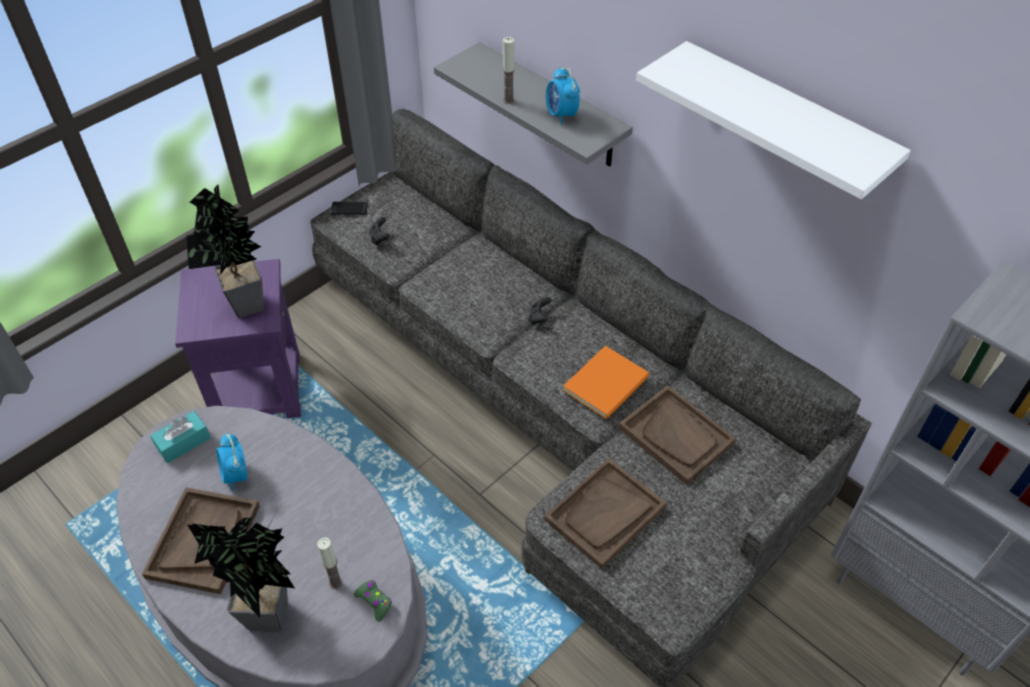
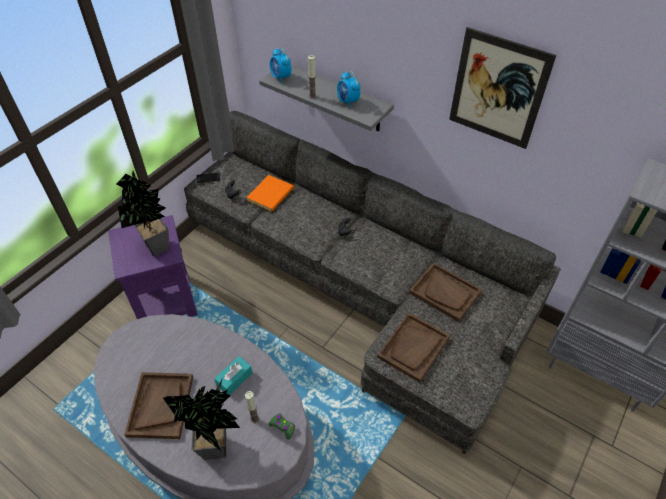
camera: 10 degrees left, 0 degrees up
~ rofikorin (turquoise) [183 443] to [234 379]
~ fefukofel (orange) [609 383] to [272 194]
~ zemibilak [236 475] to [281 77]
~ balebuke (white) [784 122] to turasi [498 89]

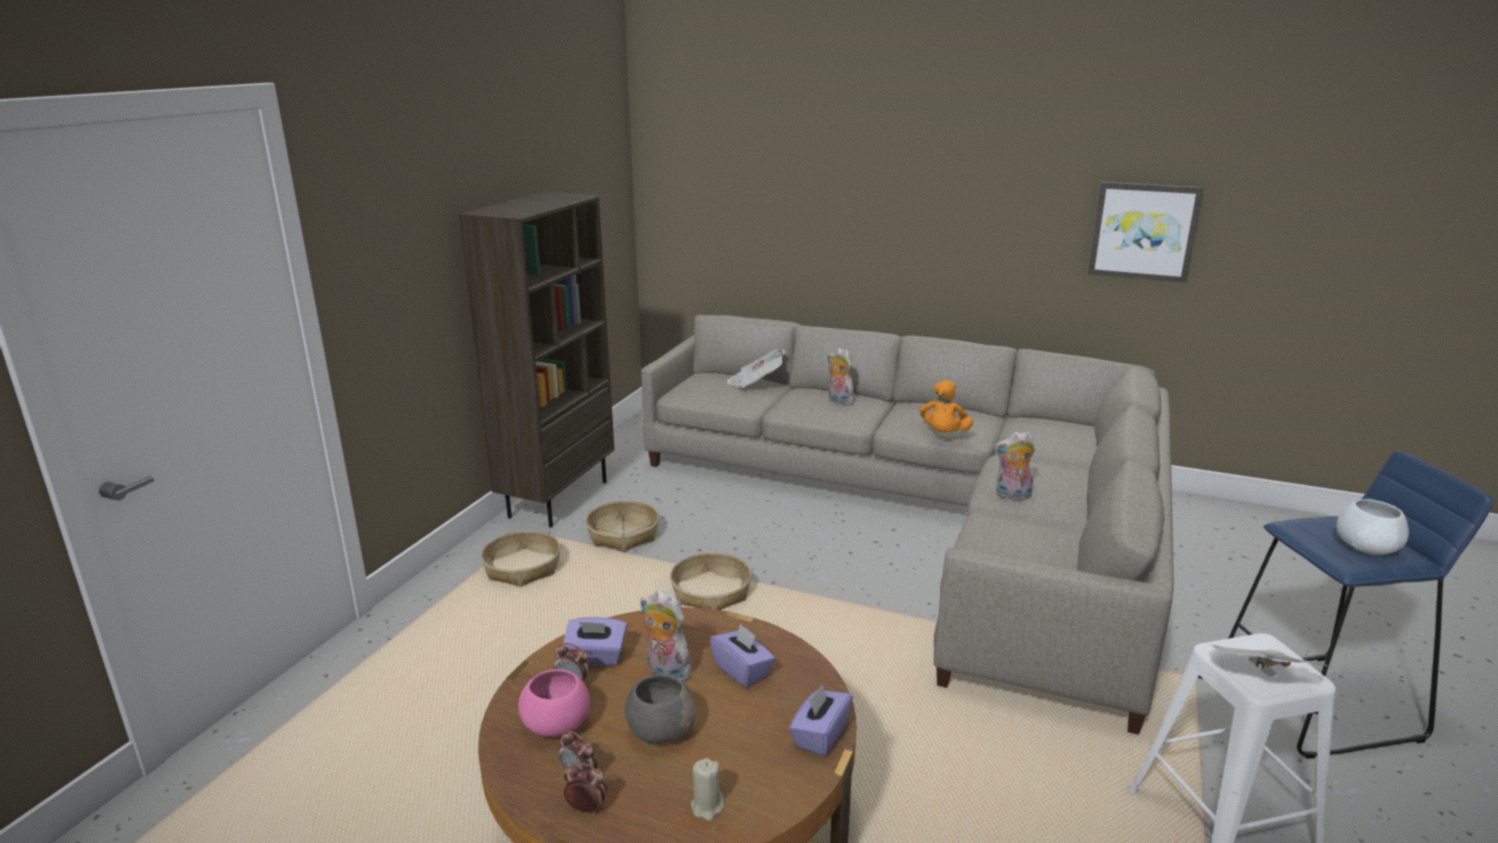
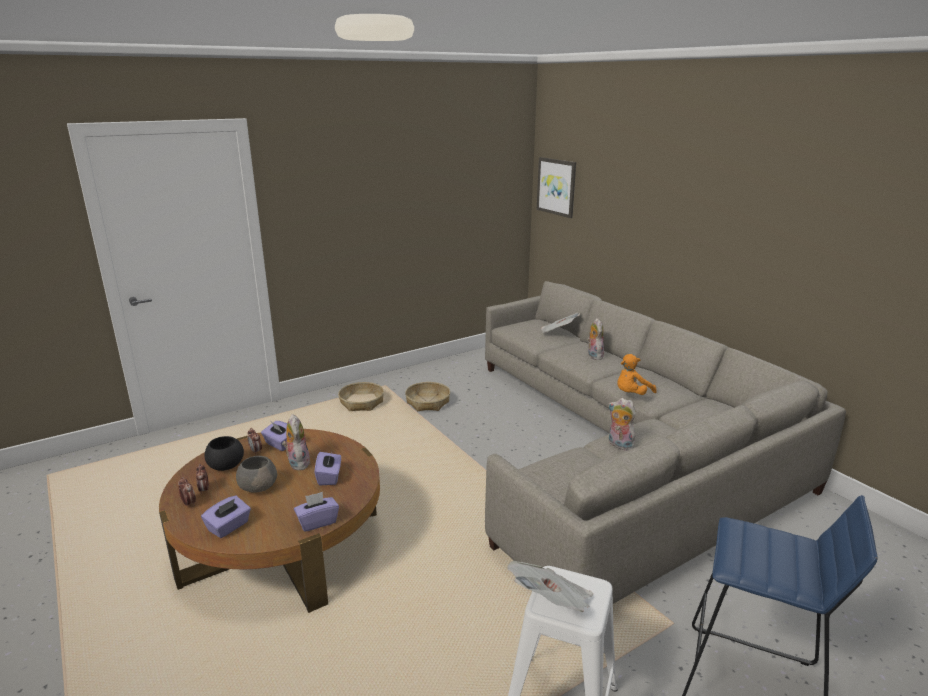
camera: 35 degrees right, 0 degrees up
~ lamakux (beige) [707 807] to rofikorin (purple) [229 527]
~ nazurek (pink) [557 725] to nazurek (black) [226 466]
~ turasi [1143 231] to [556 187]
- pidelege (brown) [558 498]
- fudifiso [711 592]
- nazurek (white) [1367 547]

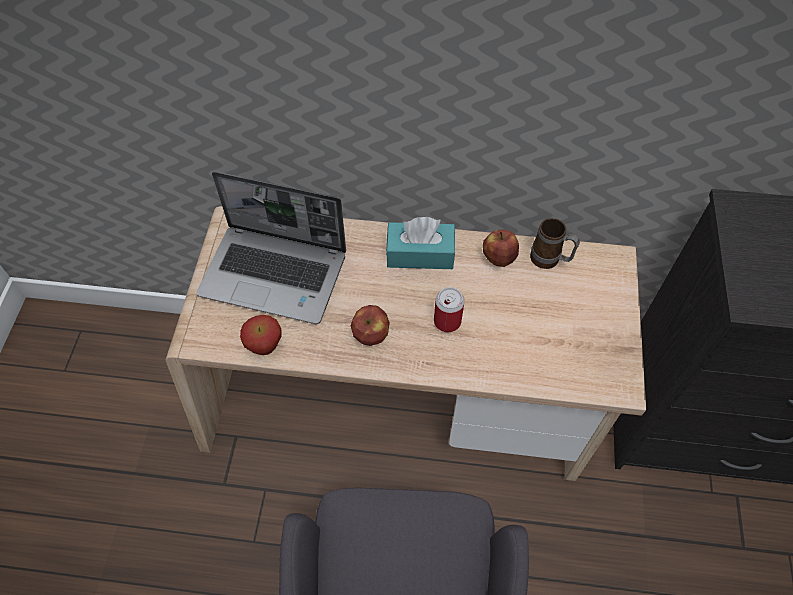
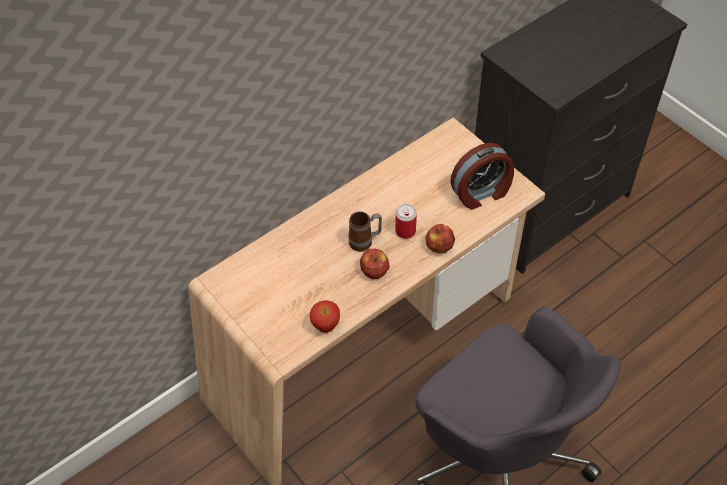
camera: 45 degrees left, 5 degrees down
~ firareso [550 260] to [365 242]
~ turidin [498 258] to [439 247]
+ zemibilak [481 193]
- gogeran [276 274]
- rofikorin (turquoise) [420 254]

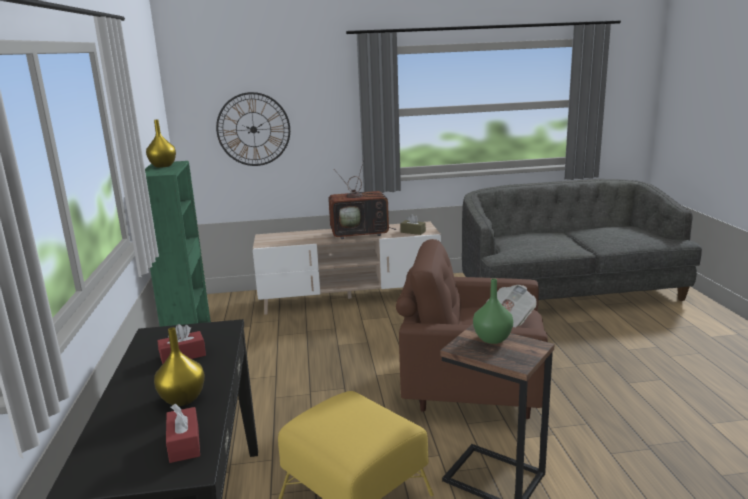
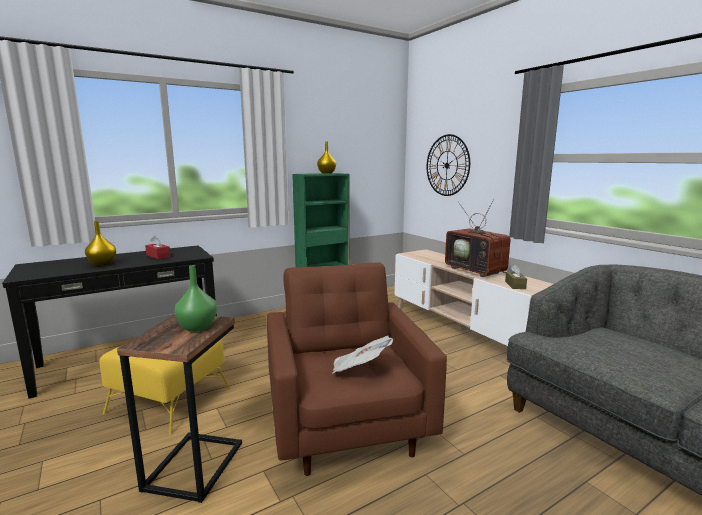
camera: 65 degrees right, 5 degrees down
- rofikorin (red) [184 443]

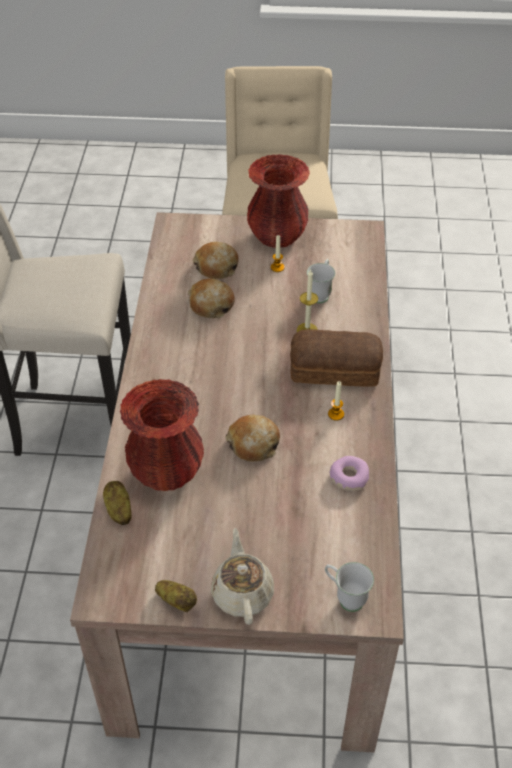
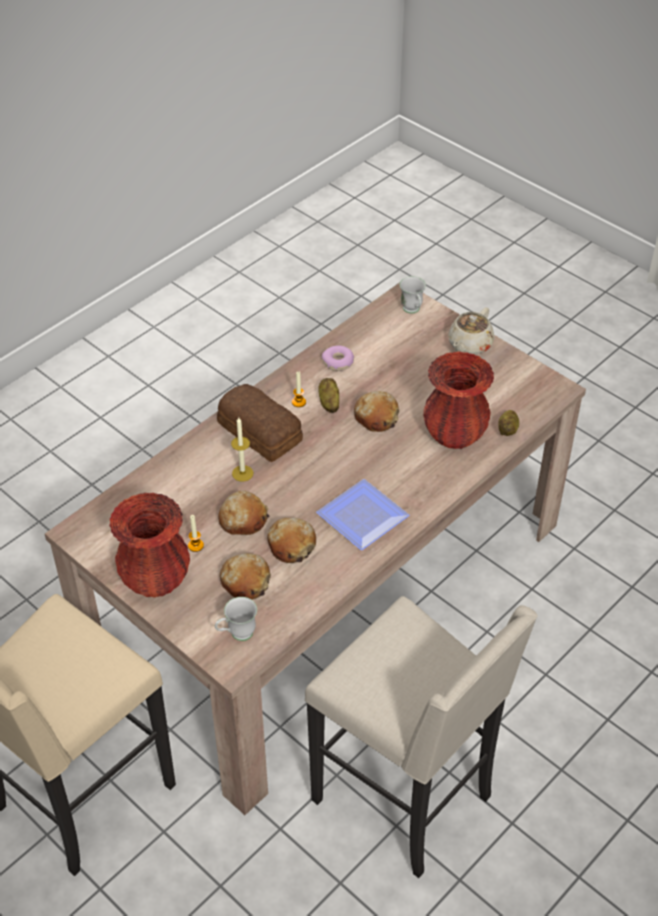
camera: 140 degrees left, 0 degrees up
~ firareso (white) [320 293] to [237 635]
+ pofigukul [243 519]
+ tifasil [366 517]
~ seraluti [177 601] to [328 402]

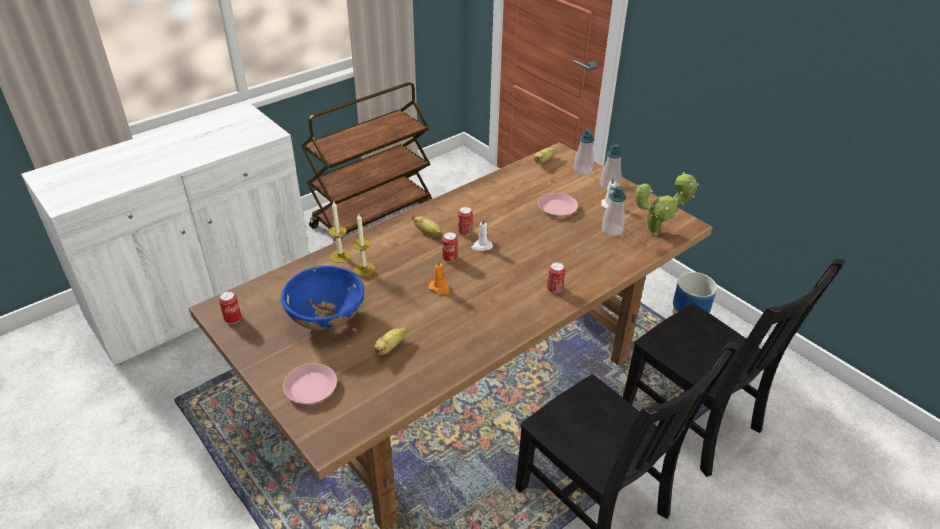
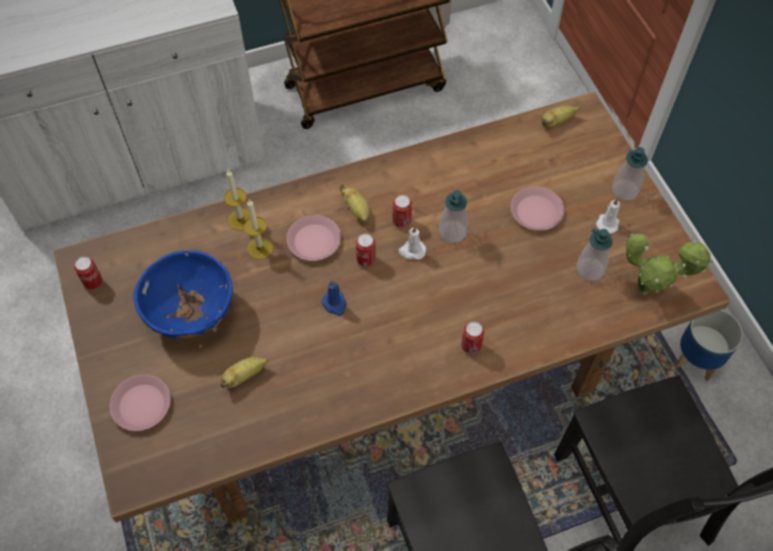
camera: 20 degrees right, 20 degrees up
+ tifasil (pink) [314 241]
~ lamakux (orange) [440 288] to lamakux (blue) [335 304]
~ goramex [582 170] to [452 232]

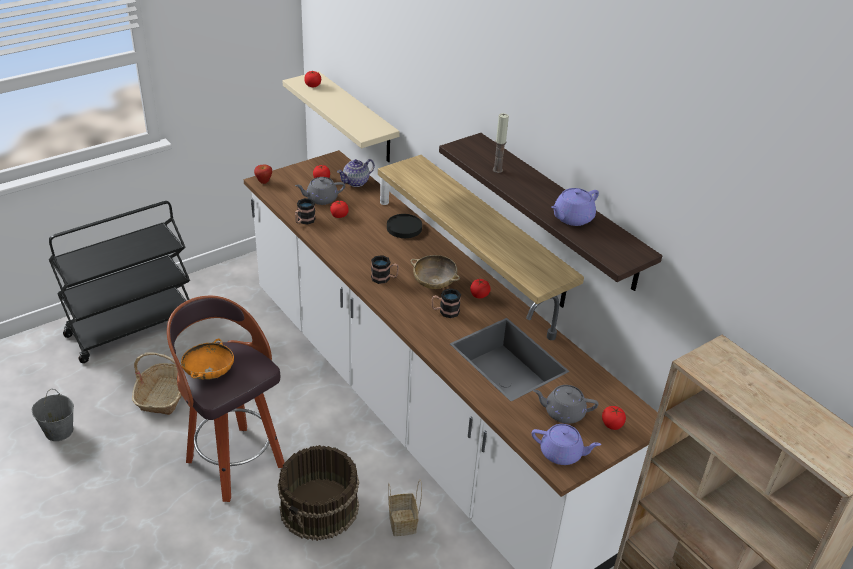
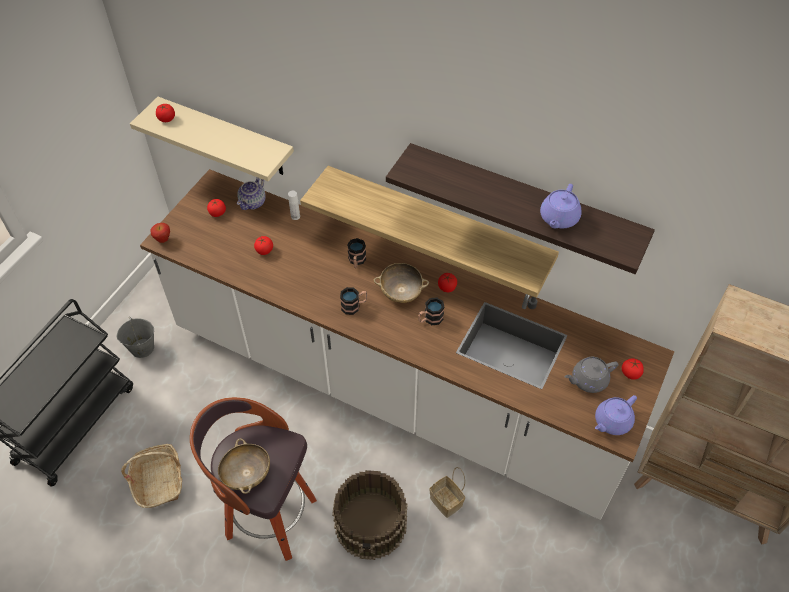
camera: 25 degrees left, 15 degrees up
~ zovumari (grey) [58 431] to [142 348]
~ nazurek (orange) [209 372] to nazurek (beige) [246 474]
~ firareso [304 221] to [356 261]
~ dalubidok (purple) [562 453] = [612 422] 150 degrees clockwise
- dalubidok (grey) [321 199]
- tifasil (black) [404 228]
- lamakux [497 170]

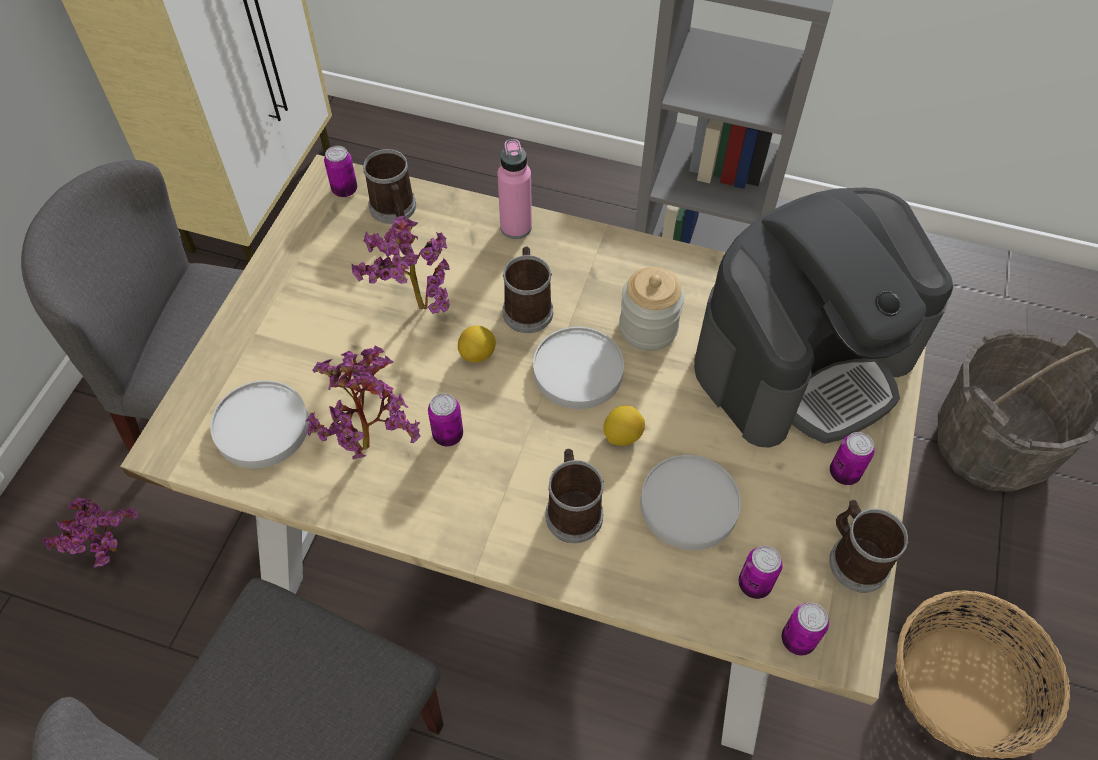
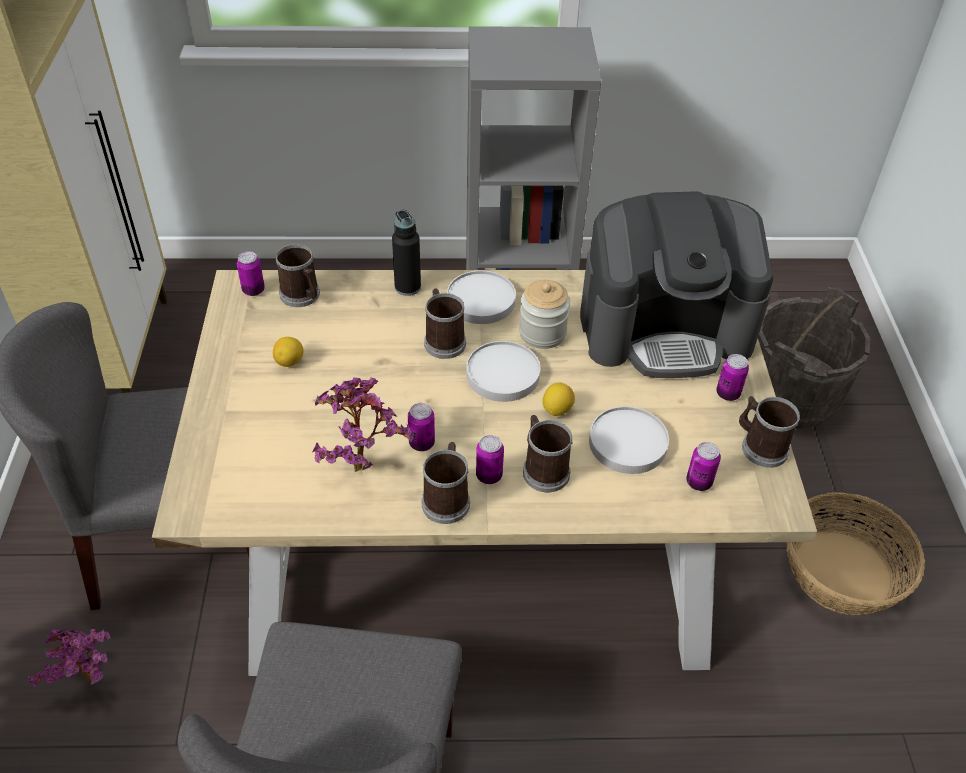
camera: 20 degrees left, 10 degrees down
~ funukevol [477 354] to [290 362]
~ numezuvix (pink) [516 227] to numezuvix (black) [407 287]
+ firareso [447 499]
~ tifasil (white) [262 426] to [480 300]
~ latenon [797 640] to [489 476]
~ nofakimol [803 360] = [665 328] 45 degrees clockwise
- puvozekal [414 307]

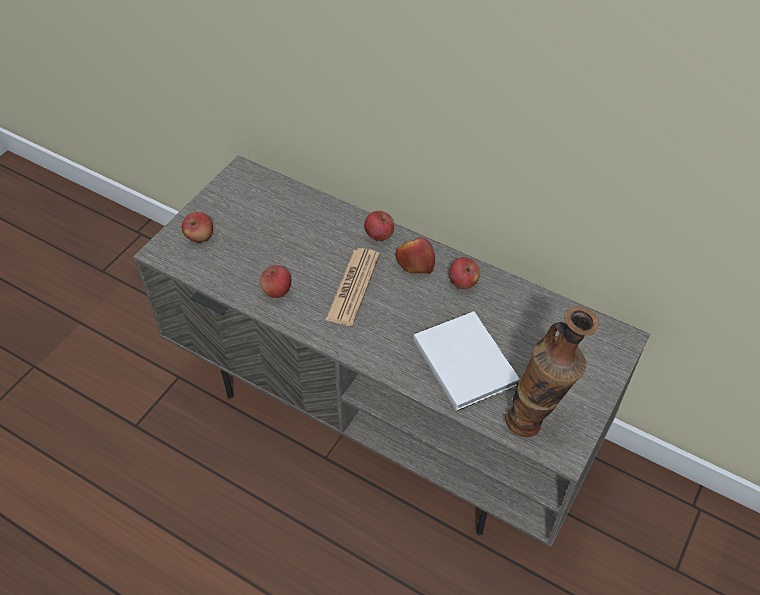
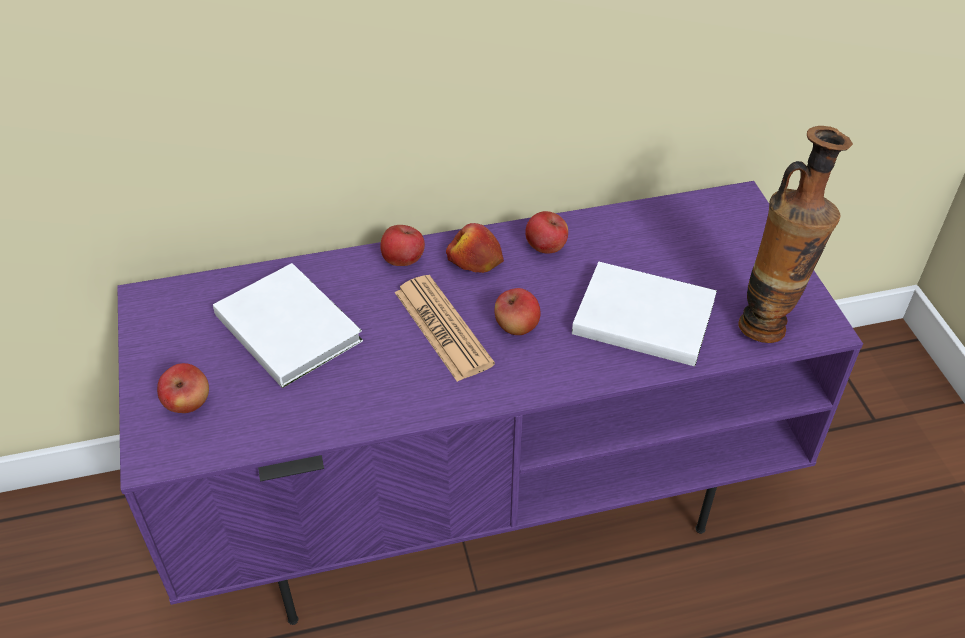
camera: 45 degrees left, 5 degrees down
~ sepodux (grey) [385 411] to sepodux (purple) [483 493]
+ fefukofel (white) [288 325]
~ turidin [277 291] to [516 327]

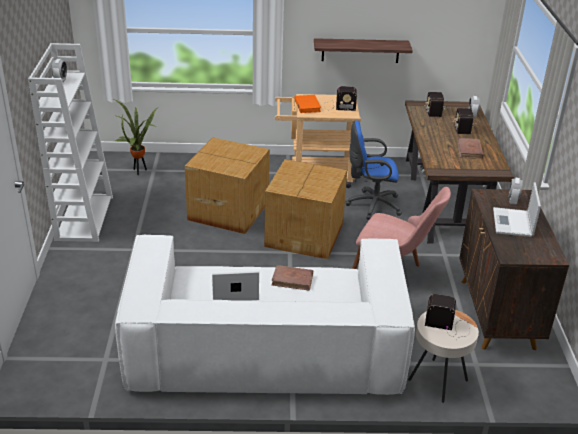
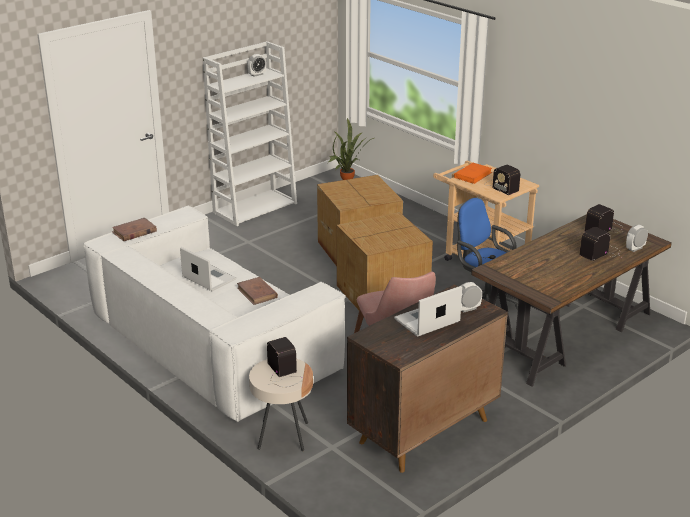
camera: 50 degrees right, 5 degrees down
~ fefukofel (brown) [469 150] to [134 232]
- balebuke [360 50]

